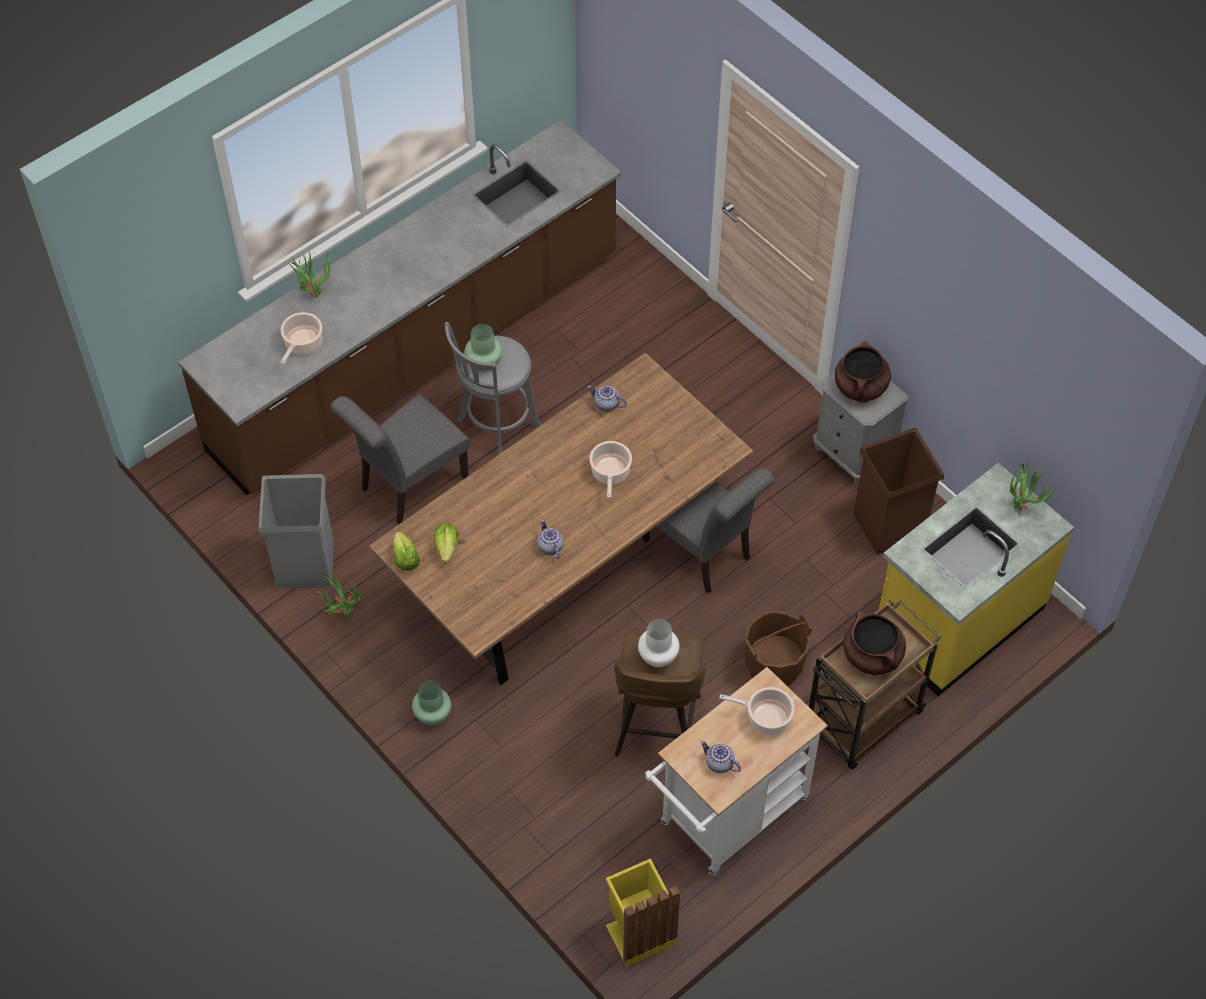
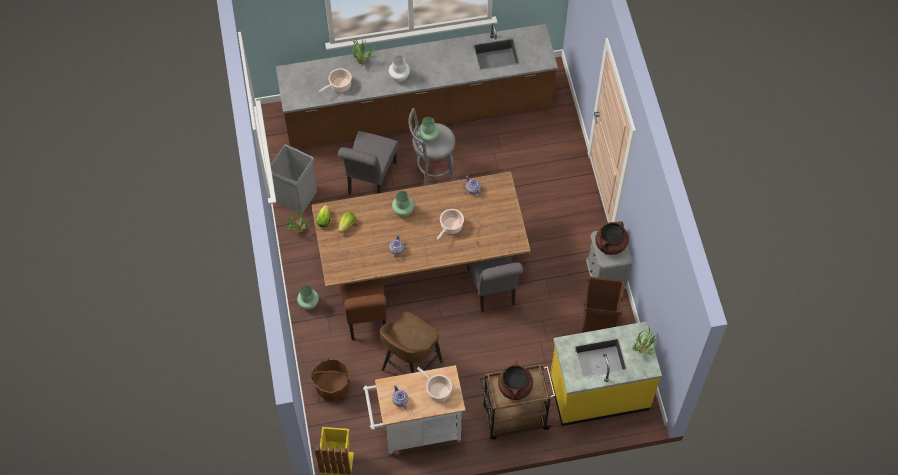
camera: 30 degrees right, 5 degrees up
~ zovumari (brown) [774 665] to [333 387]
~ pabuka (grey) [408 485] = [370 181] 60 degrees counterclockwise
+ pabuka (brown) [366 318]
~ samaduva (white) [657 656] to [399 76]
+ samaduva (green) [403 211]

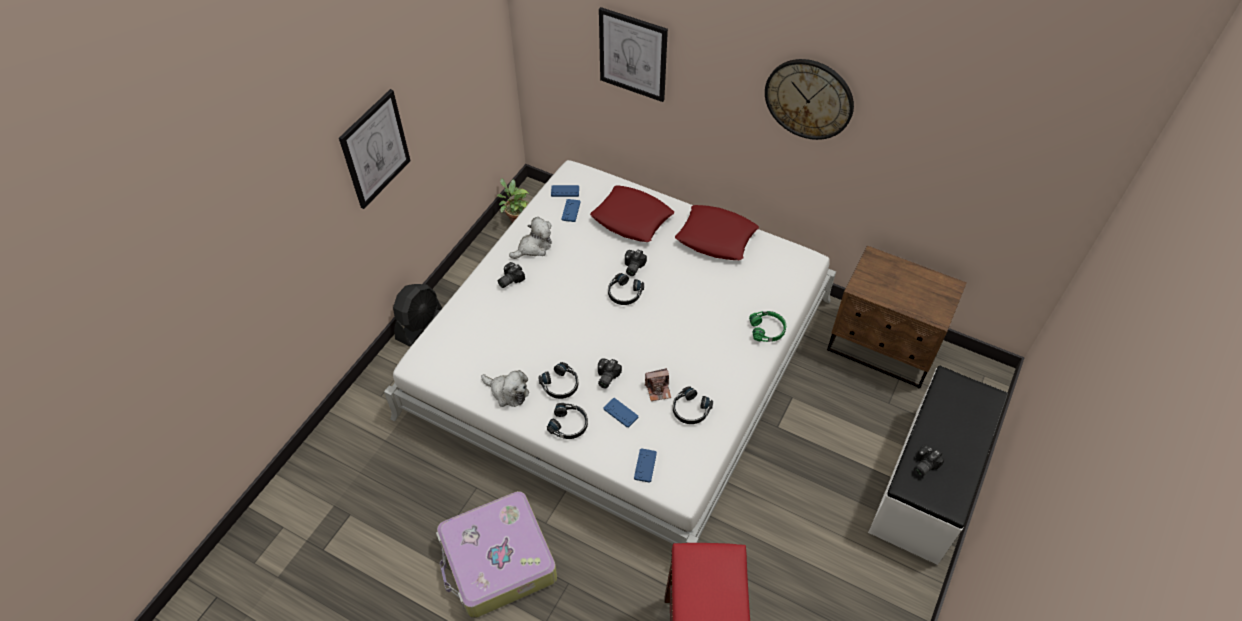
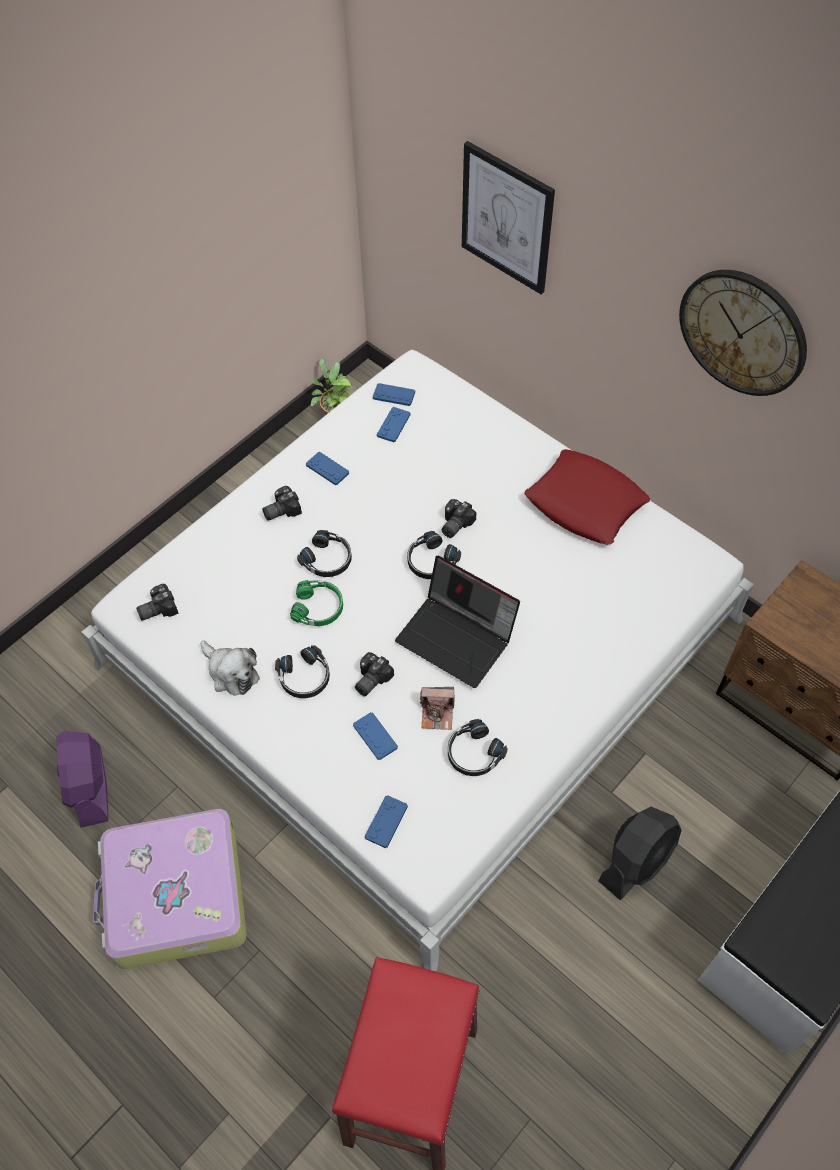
camera: 15 degrees right, 5 degrees up
+ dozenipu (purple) [90 787]
~ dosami [923 465] to [157 608]
~ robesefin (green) [767 329] to [319 607]
~ robesefin (black) [569 424] to [328 559]
~ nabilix [534 247] to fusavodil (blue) [327 469]
+ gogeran [457 637]
~ dozenipu (black) [419 324] to [637 860]
- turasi [375 149]
- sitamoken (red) [632 219]

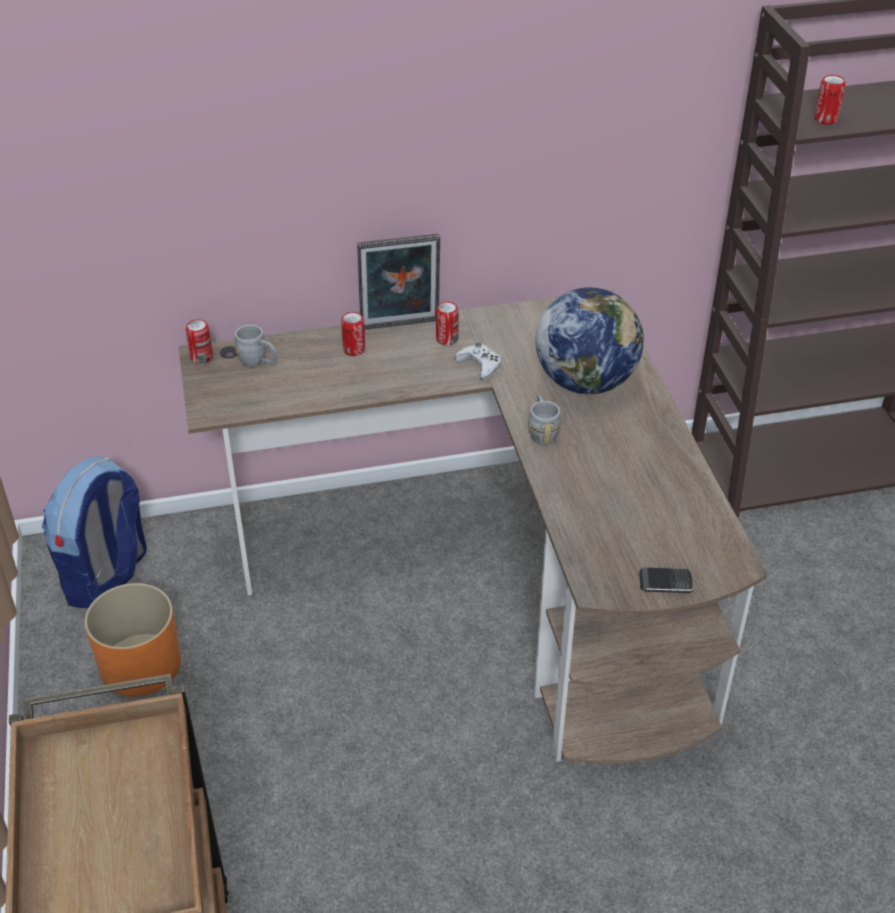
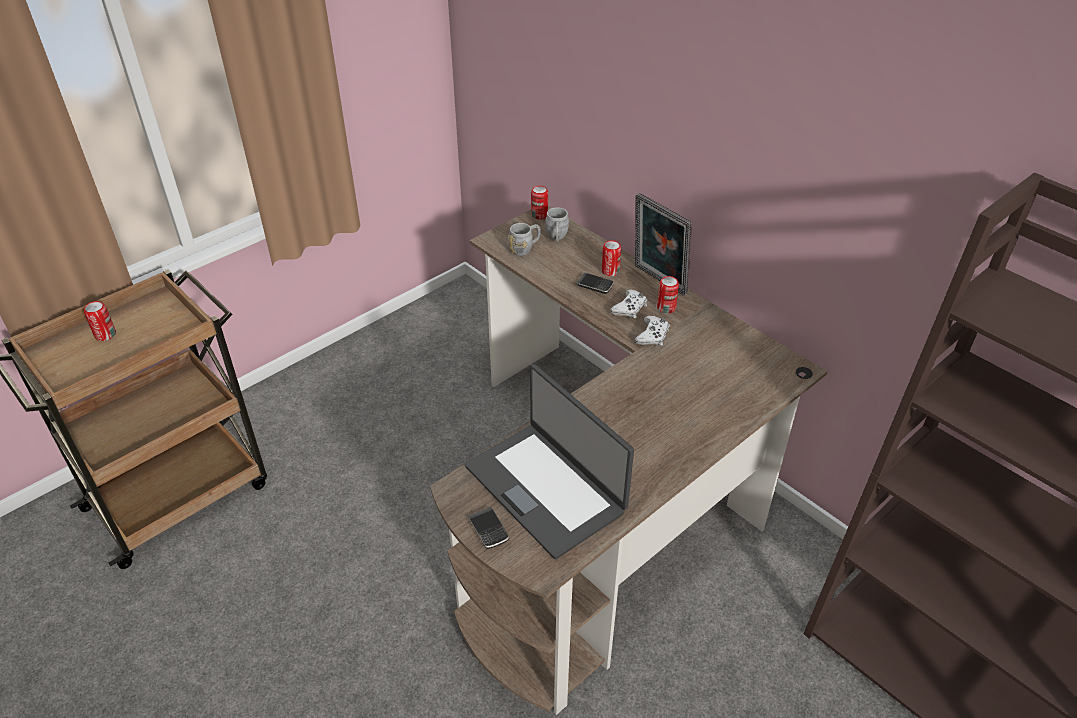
camera: 60 degrees right, 0 degrees up
~ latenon [825 119] to [105 335]
+ gogeran [546 487]
~ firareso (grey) [542 432] to [525 248]
+ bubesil [594 285]
+ fusavodil (white) [629 308]
- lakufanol [107 576]
- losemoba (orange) [141 664]
- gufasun [585 381]

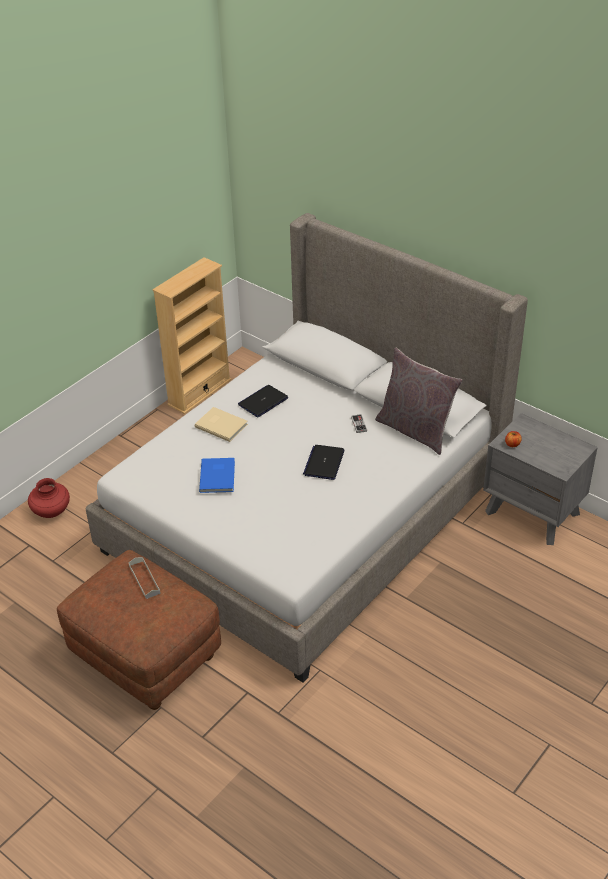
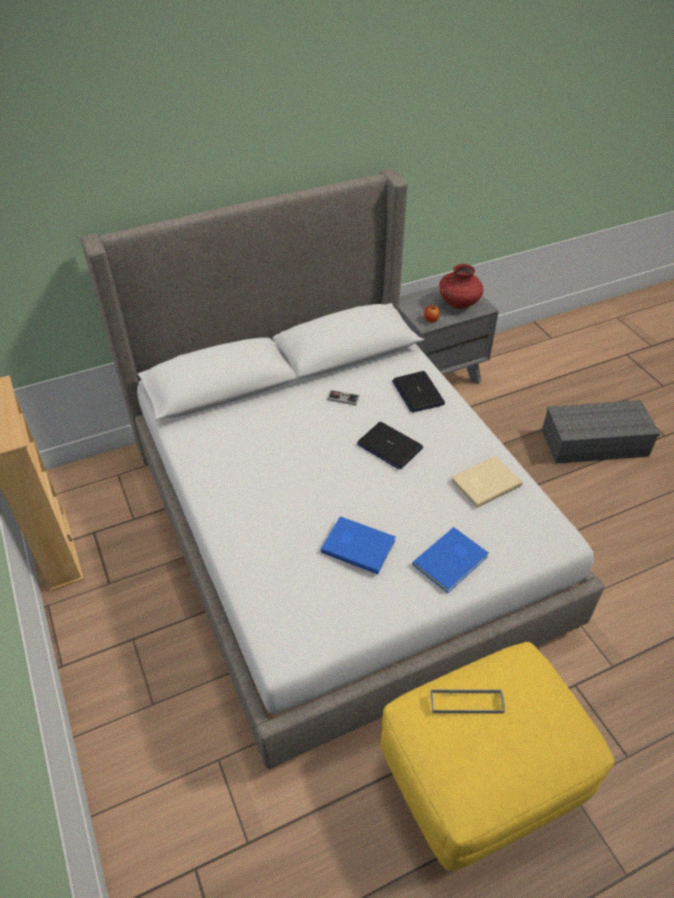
camera: 65 degrees left, 5 degrees up
~ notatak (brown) [146 656] to notatak (yellow) [481 775]
~ gogeran [263 402] to [417 392]
+ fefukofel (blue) [452 561]
~ samaduva (red) [51 511] to [459 303]
~ fefukofel (beige) [221 425] to [484 482]
+ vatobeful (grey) [595 442]
- sitamoken (grey) [415 430]

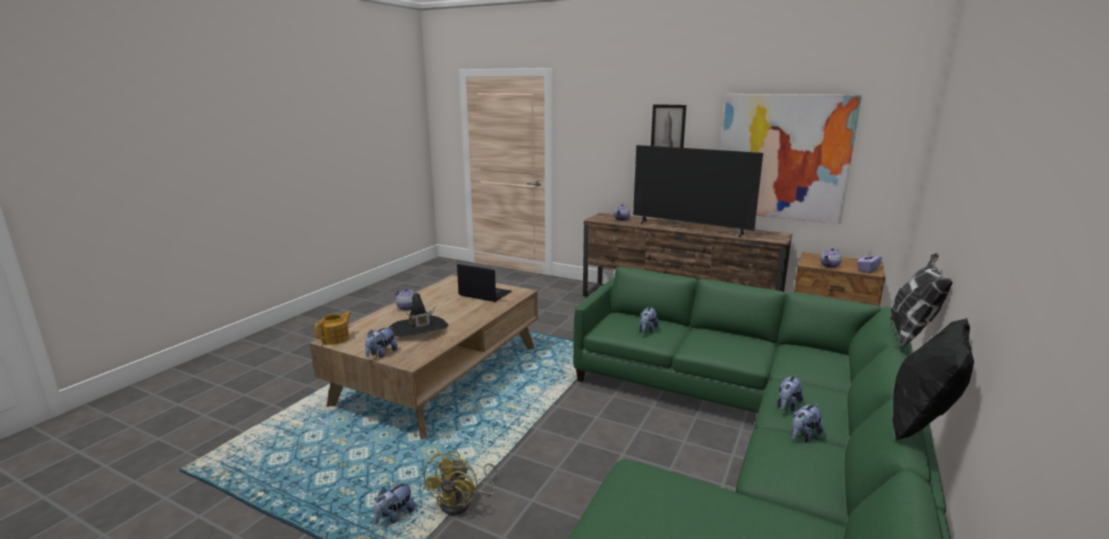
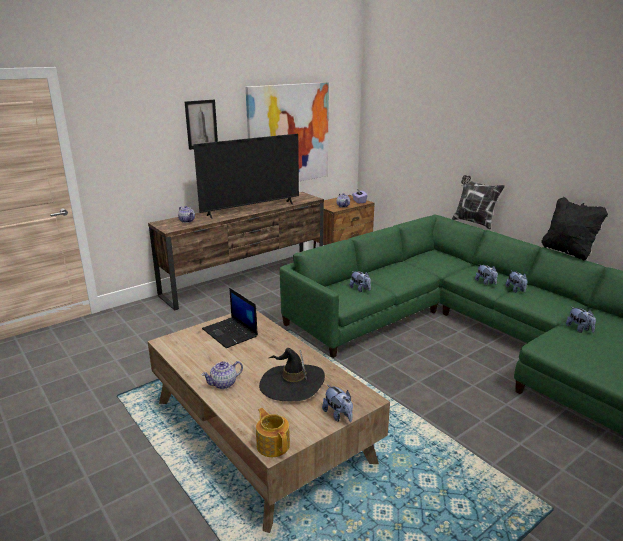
camera: 65 degrees left, 5 degrees up
~ gogeran [484 293] = [231 333] 90 degrees counterclockwise
~ nabilix [395 516] to [579 329]
- dozenipu (yellow) [462 502]

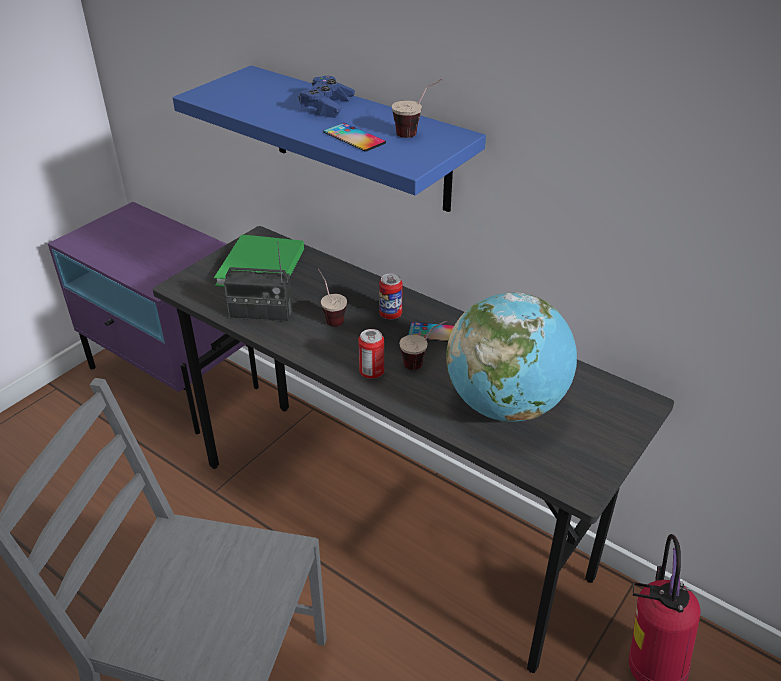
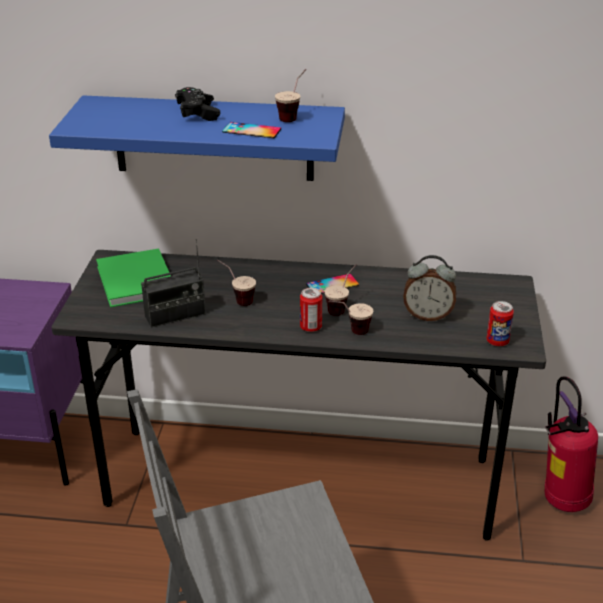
camera: 30 degrees left, 5 degrees down
~ fusavodil (blue) [327 106] to fusavodil (black) [198 113]
+ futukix [350 332]
~ gufasun [505 405] to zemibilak [427 315]
~ latenon [390 314] to [497 341]

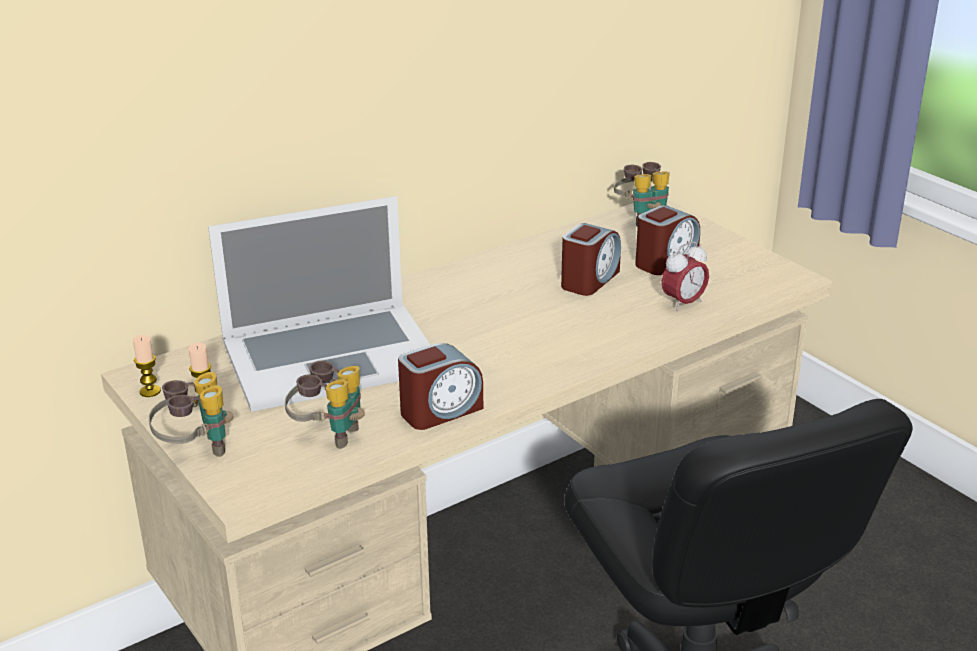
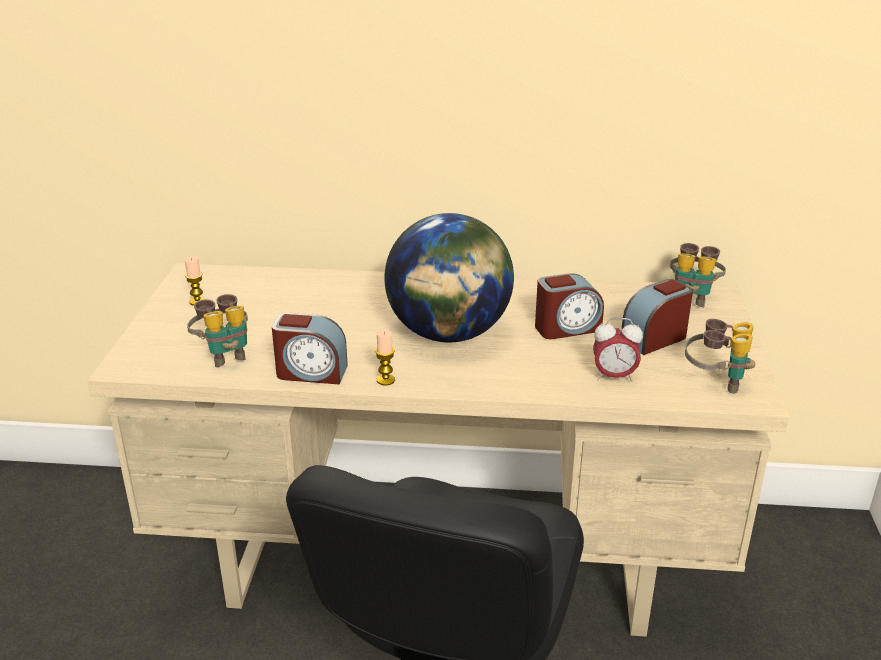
camera: 40 degrees right, 0 degrees up
~ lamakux [150 391] to [385 380]
+ gufasun [449 334]
~ zemibilak [665 261] = [654 338] 150 degrees clockwise
~ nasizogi [196 450] to [715 382]
- gogeran [330 355]

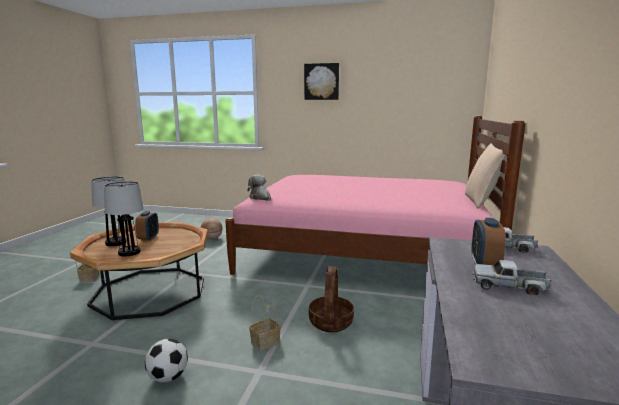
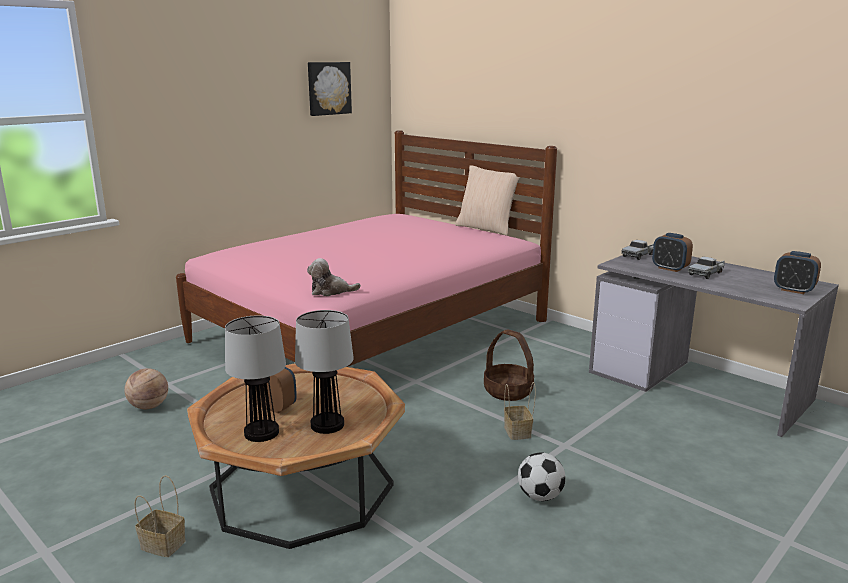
camera: 60 degrees left, 5 degrees up
~ turasi [321 81] to [328 88]
+ zemibilak [793 290]

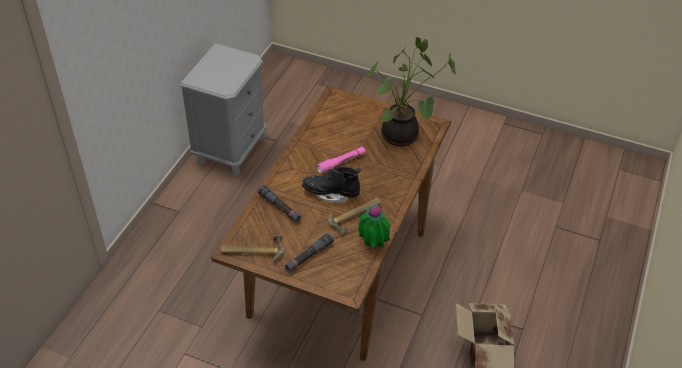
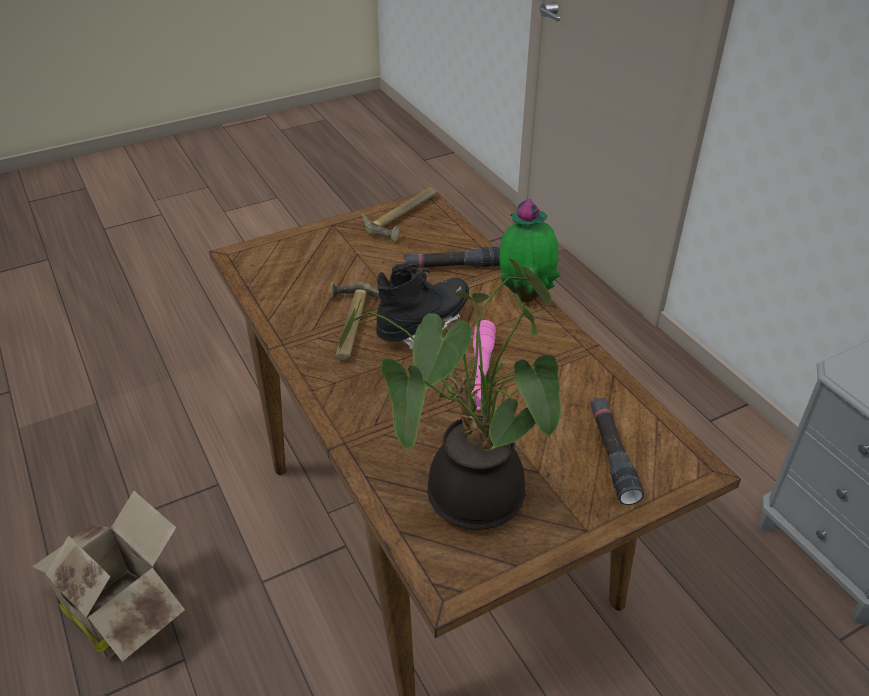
camera: 130 degrees right, 5 degrees down
~ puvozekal [372 246] to [525 295]
~ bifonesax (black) [309 256] to [612 455]

